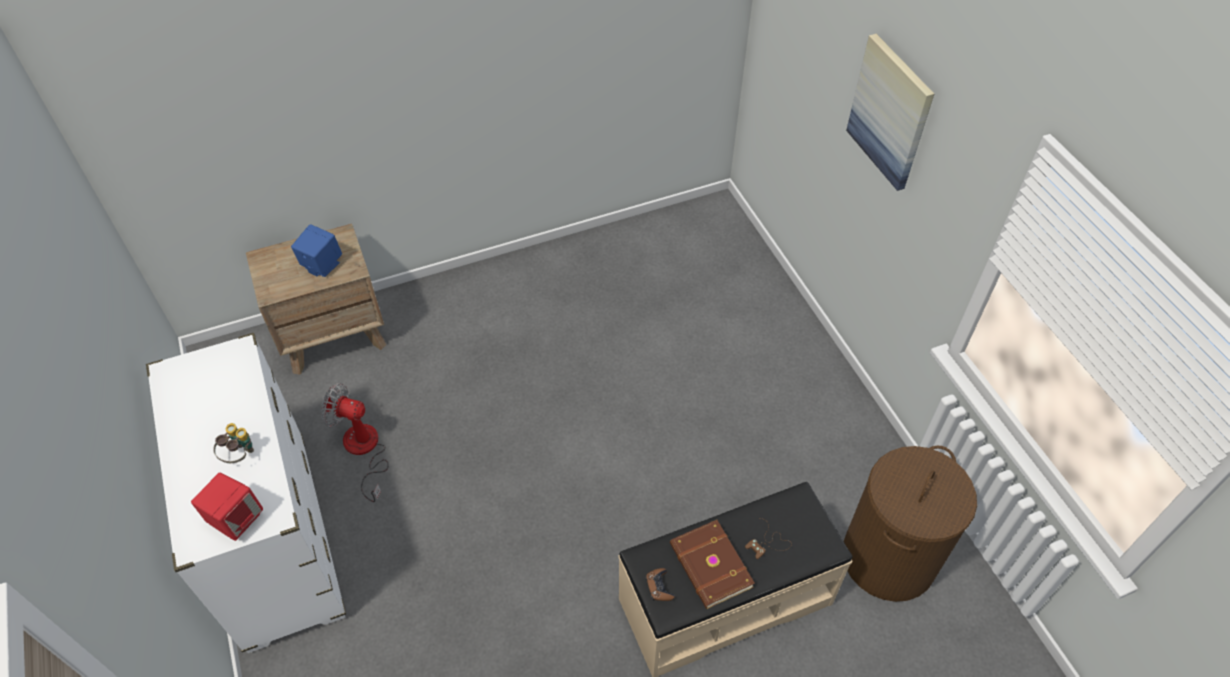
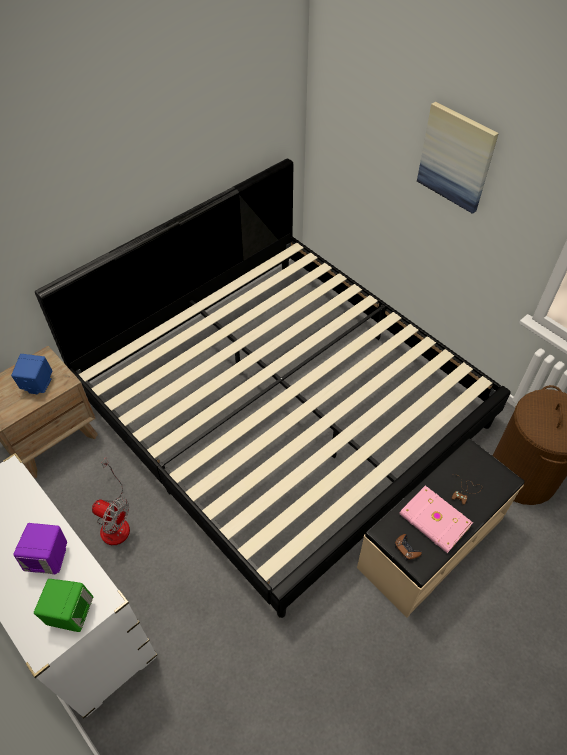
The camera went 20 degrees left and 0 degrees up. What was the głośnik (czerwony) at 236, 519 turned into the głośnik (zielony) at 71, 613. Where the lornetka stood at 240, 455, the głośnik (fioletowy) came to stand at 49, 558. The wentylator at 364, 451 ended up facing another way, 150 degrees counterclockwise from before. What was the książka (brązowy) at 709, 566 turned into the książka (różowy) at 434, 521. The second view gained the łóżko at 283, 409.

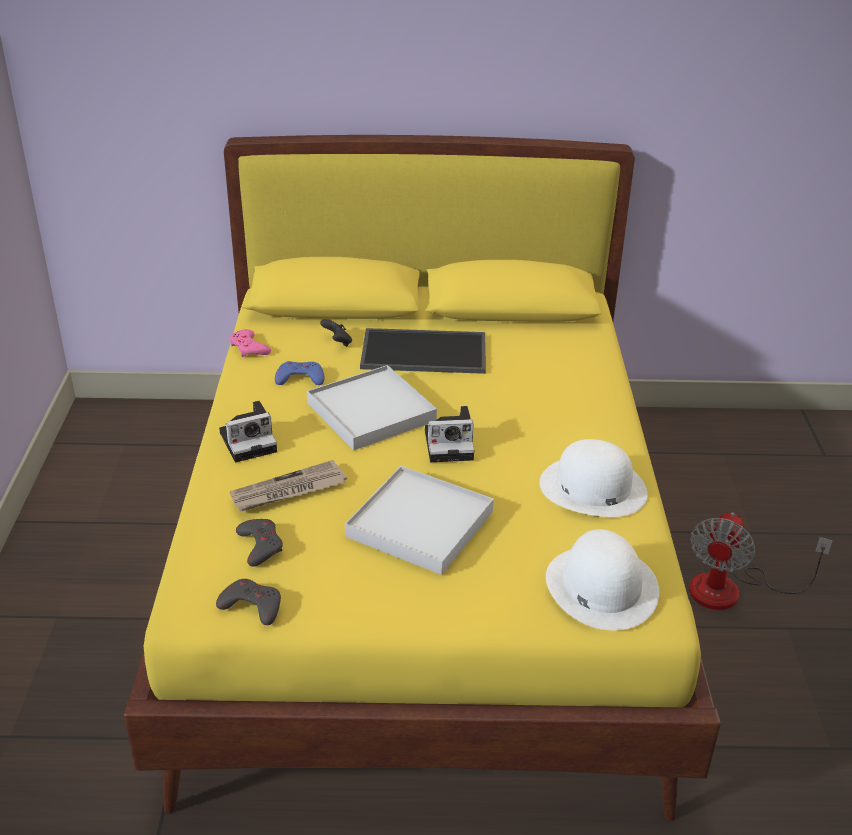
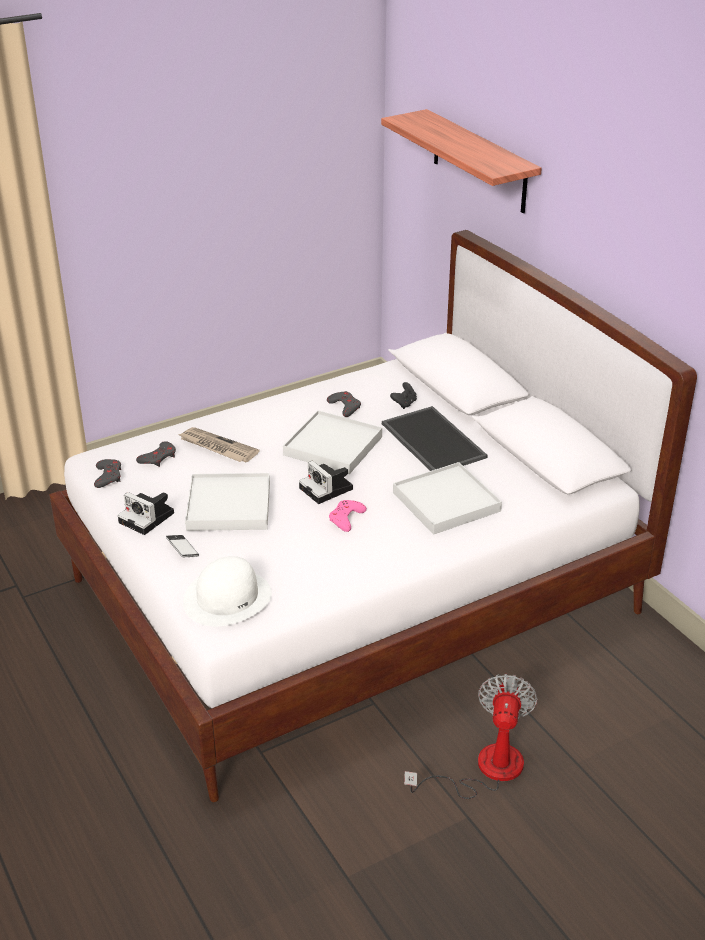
The camera went 60 degrees right and 0 degrees up. What was the łóżko (żółty) at 424, 570 turned into the łóżko (biały) at 354, 596. The aparat fotograficzny ended up elsewhere, having gone from 250, 441 to 148, 518. The pad do gier (różowy) ended up elsewhere, having gone from 249, 348 to 346, 518. What was the pad do gier (niebieski) at 300, 378 turned into the pad do gier (szary) at 345, 406. The second view lost the kapelusz (biały) at 592, 487. The wentylator at 731, 590 ended up facing another way, 105 degrees clockwise from before. The second view gained the telefon at 182, 549. The second view gained the półka at 479, 161. The second view gained the taca (biały) at 446, 502.

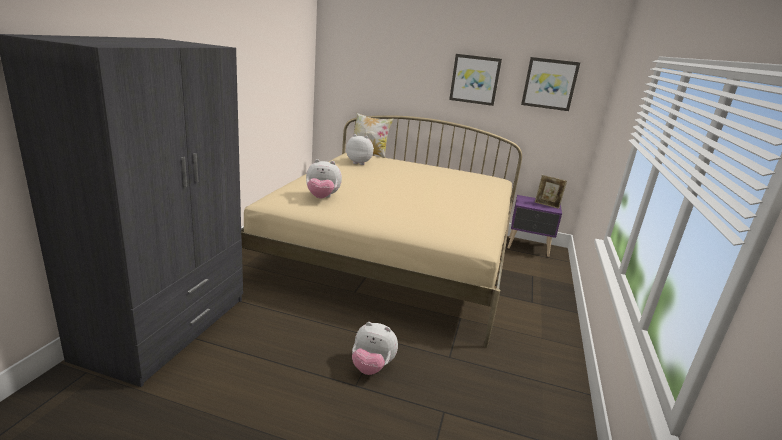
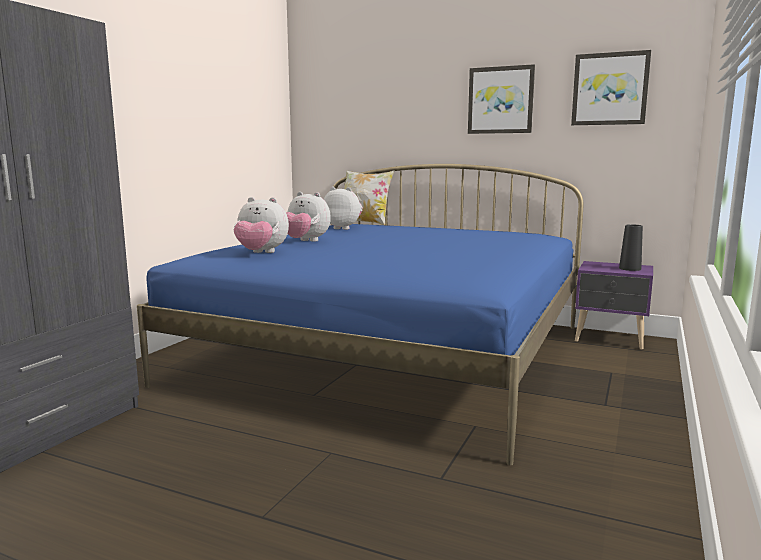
The camera went 10 degrees right and 10 degrees down. What was the łóżko (beżowy) at 394, 256 turned into the łóżko (niebieski) at 391, 353. The pluszak ended up elsewhere, having gone from 372, 367 to 305, 241. Where the ramka na zdjęcie stood at 547, 205, the wazon (czarny) came to stand at 630, 268.

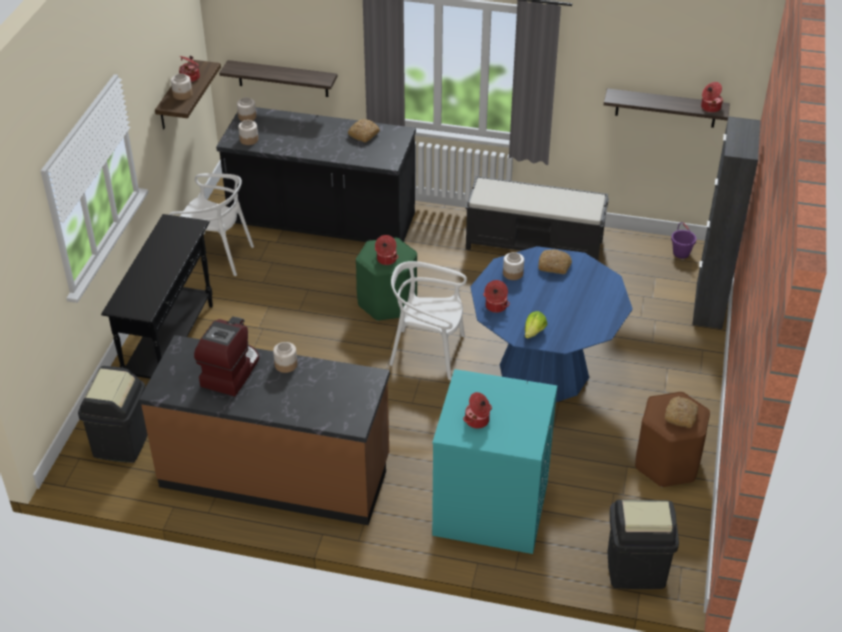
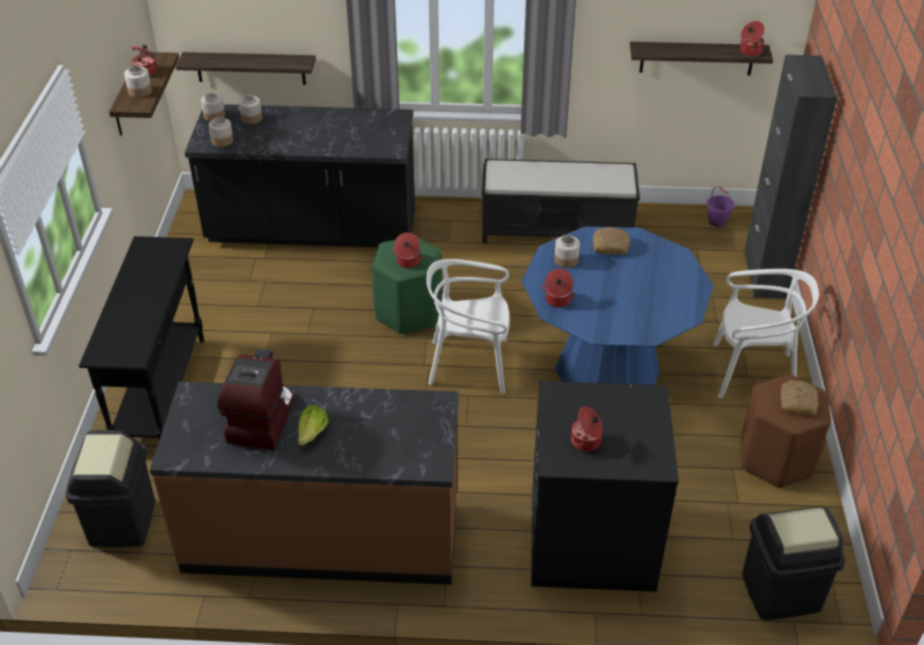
The camera went 10 degrees left and 0 degrees up. The krzesło (biały) ended up elsewhere, having gone from 216, 256 to 752, 373. The słoik ended up elsewhere, having gone from 286, 365 to 252, 118. The second view lost the chleb at 364, 134. What was the pralka (turkusowy) at 490, 507 turned into the pralka (czarny) at 590, 541. The sałata ended up elsewhere, having gone from 534, 332 to 312, 433.

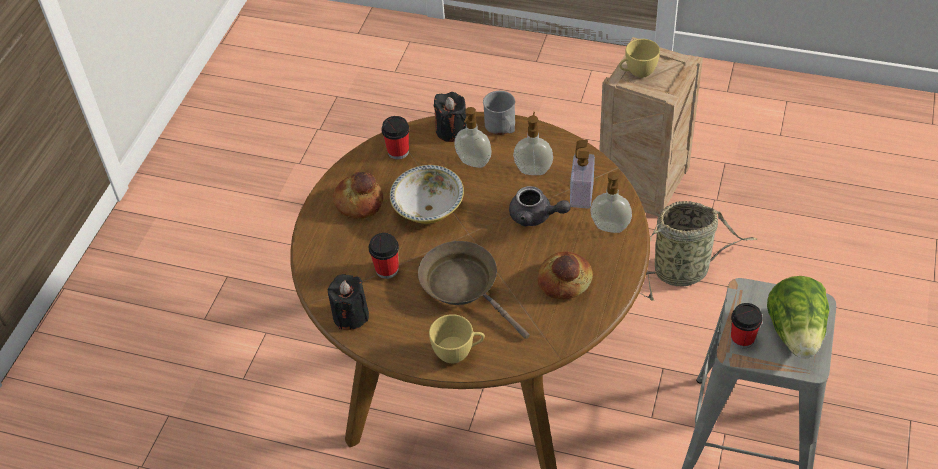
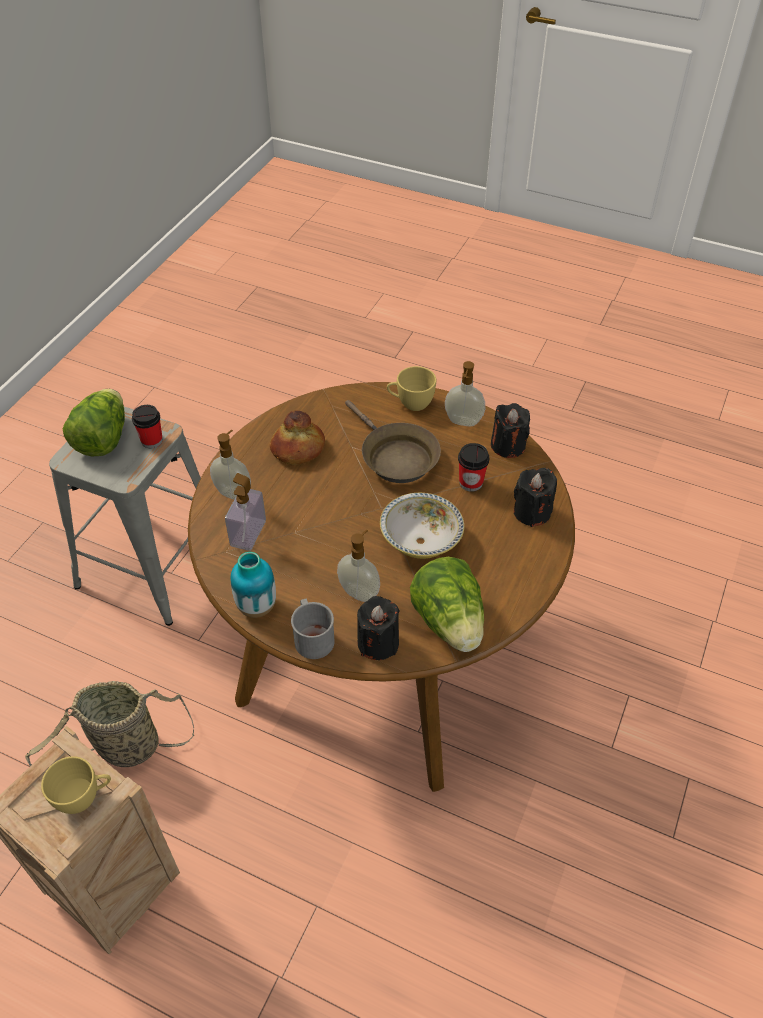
The camera went 175 degrees left and 0 degrees up. The second view lost the chleb at 358, 203. Where the filiżanka stood at 398, 152, the sałata came to stand at 449, 622. The second view lost the imbryk (szary) at 536, 216. The dozownik mydła ended up elsewhere, having gone from 533, 170 to 463, 422. The second view gained the wazon at 257, 607. The second view gained the świeca (czarny) at 532, 512.

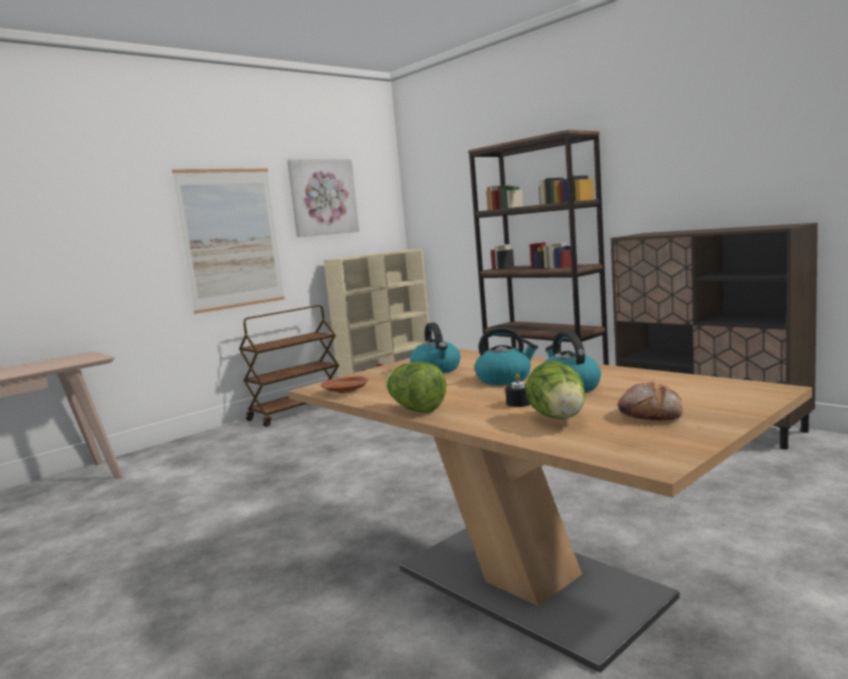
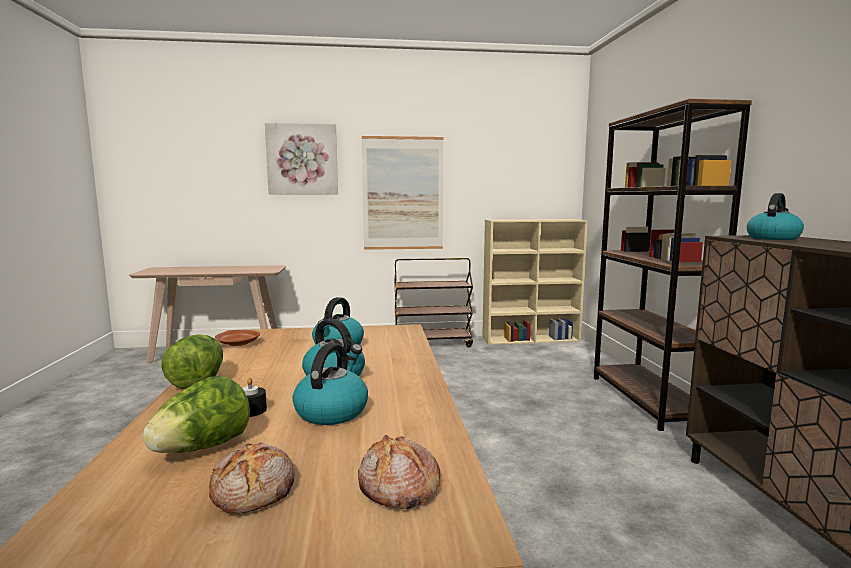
The camera went 35 degrees right and 0 degrees up. The obraz ended up elsewhere, having gone from 323, 197 to 302, 159. The second view gained the chleb at 397, 487. The second view gained the czajnik at 773, 238.

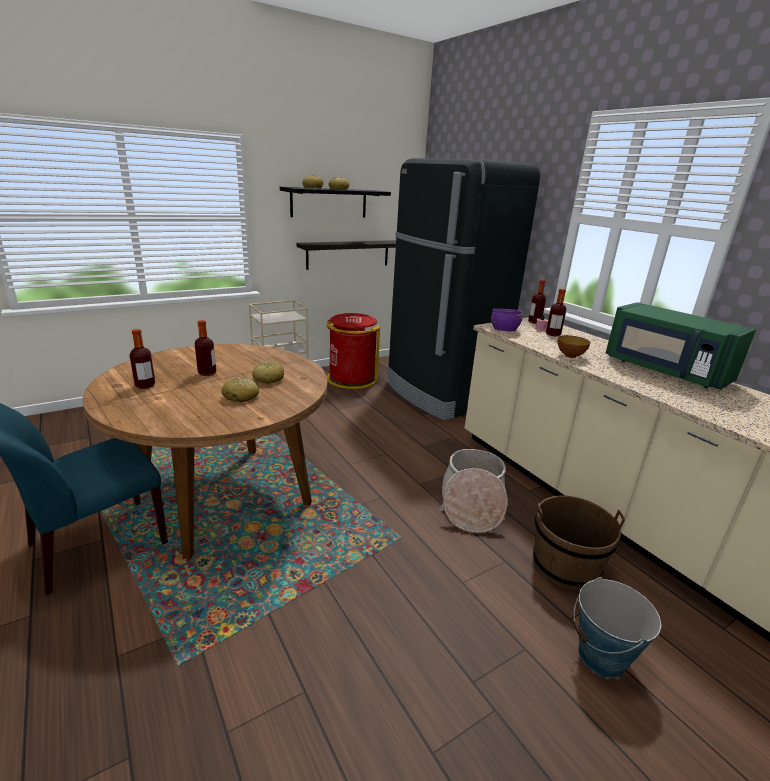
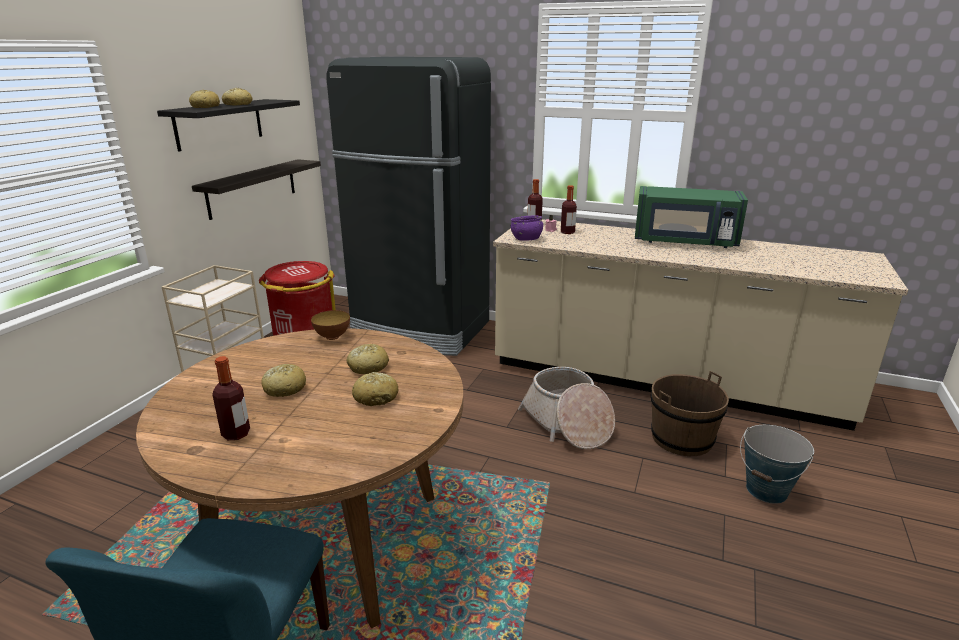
The camera went 35 degrees left and 0 degrees up. Where the butelka stood at 207, 373, the chleb came to stand at 284, 388. The miska ended up elsewhere, having gone from 570, 356 to 332, 337.

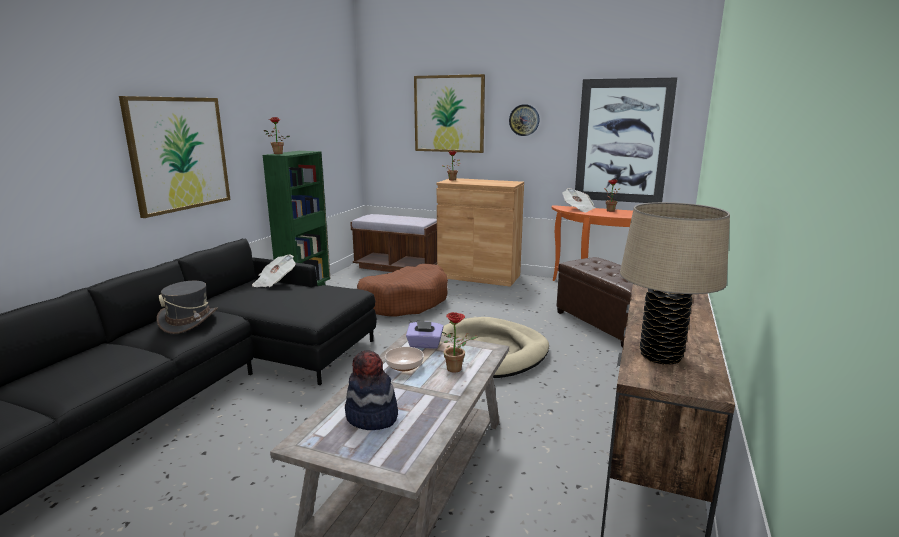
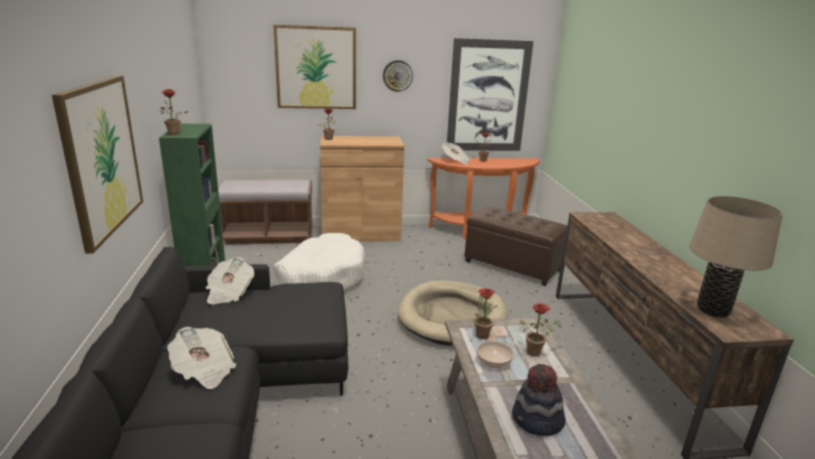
The camera went 30 degrees left and 5 degrees up. Where the kapelusz (szary) stood at 189, 321, the gazeta came to stand at 204, 370. What was the legowisko (brązowy) at 404, 302 turned into the legowisko (biały) at 321, 278. Where the pudełko chusteczek (fioletowy) stood at 424, 345, the roślina doniczkowa came to stand at 480, 334.

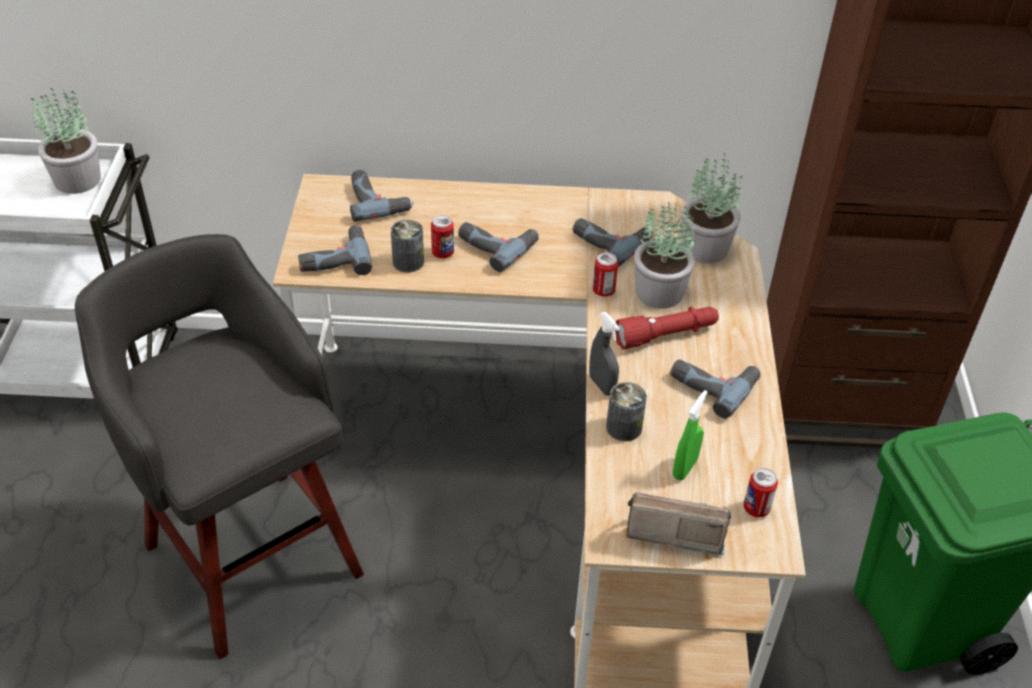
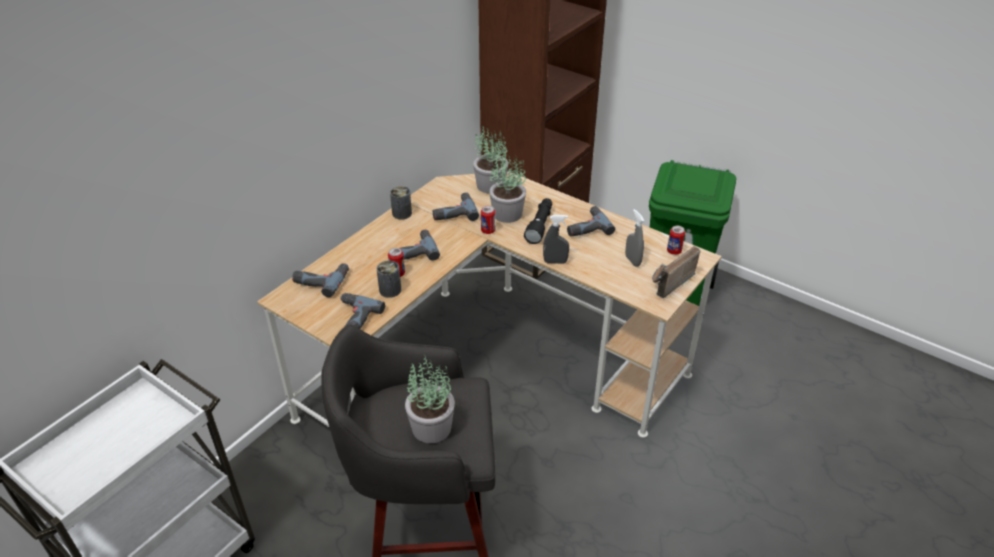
The camera went 55 degrees left and 5 degrees down. The roślina doniczkowa ended up elsewhere, having gone from 77, 179 to 430, 427. The puszka ended up elsewhere, having gone from 624, 427 to 402, 213. What was the latarka (czerwony) at 666, 335 turned into the latarka (czarny) at 540, 226. What was the spryskiwacz (zielony) at 685, 468 turned into the spryskiwacz (szary) at 632, 261.

